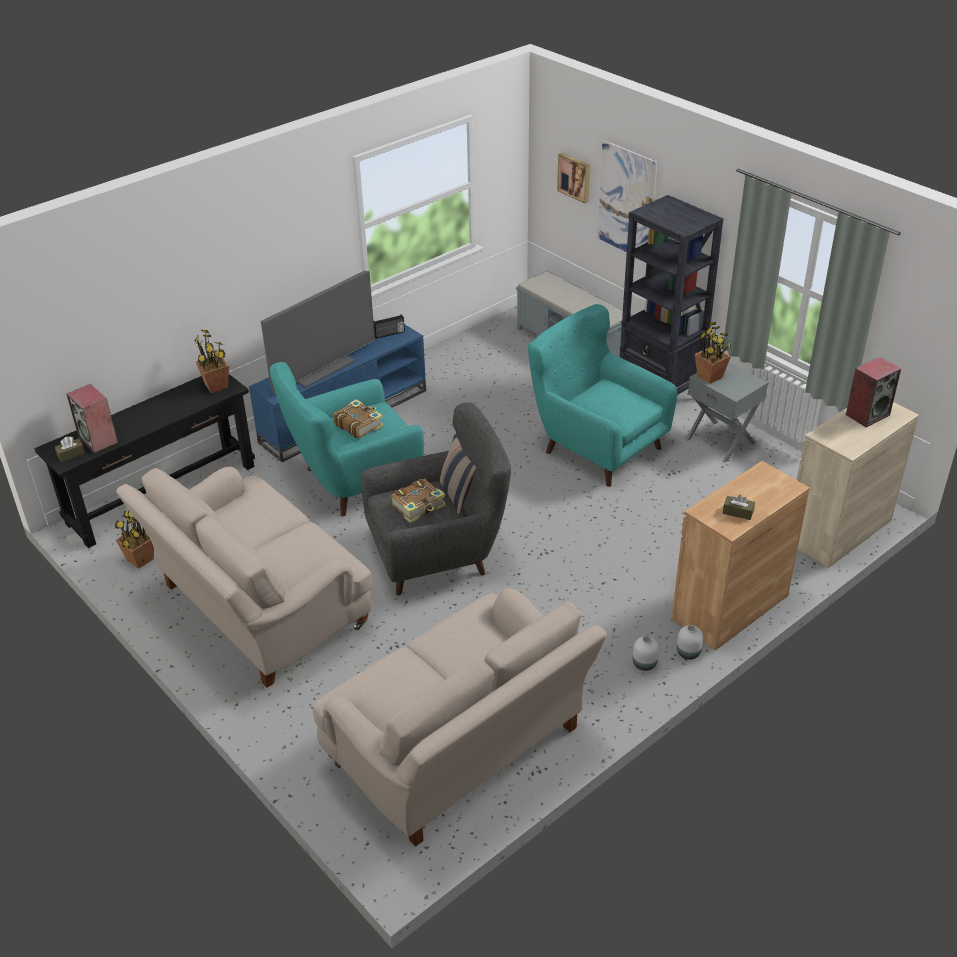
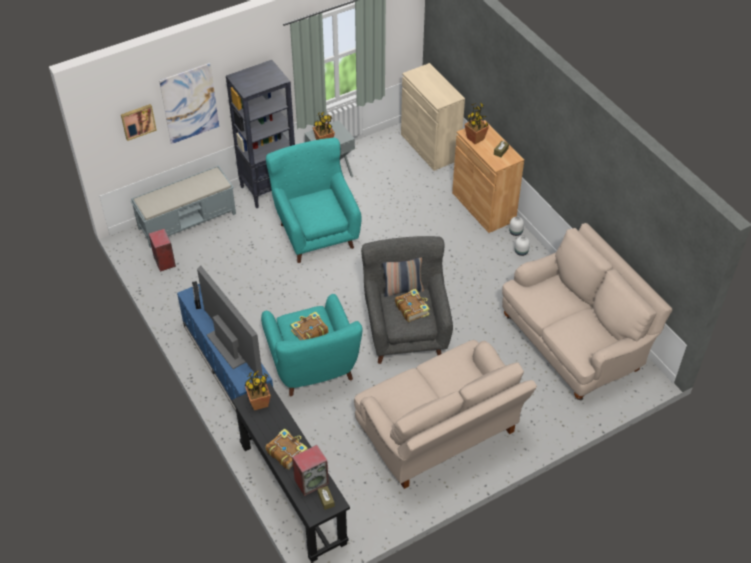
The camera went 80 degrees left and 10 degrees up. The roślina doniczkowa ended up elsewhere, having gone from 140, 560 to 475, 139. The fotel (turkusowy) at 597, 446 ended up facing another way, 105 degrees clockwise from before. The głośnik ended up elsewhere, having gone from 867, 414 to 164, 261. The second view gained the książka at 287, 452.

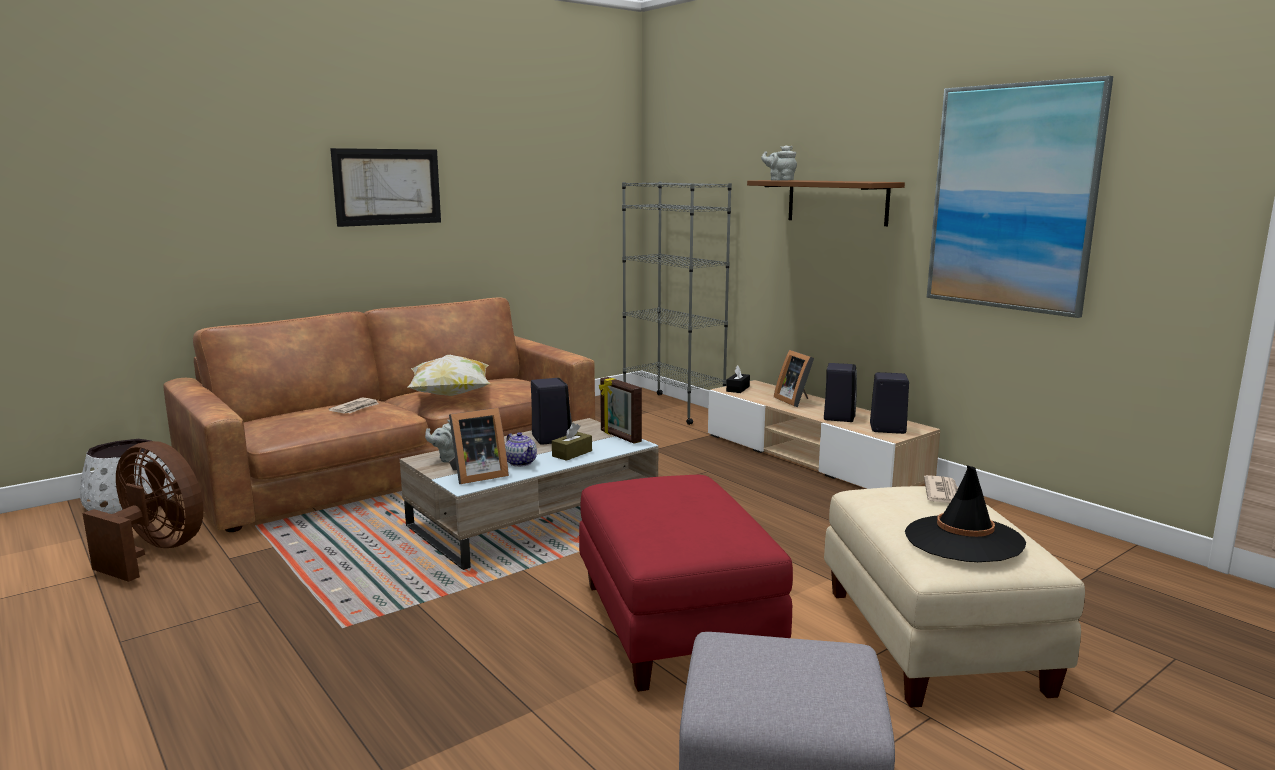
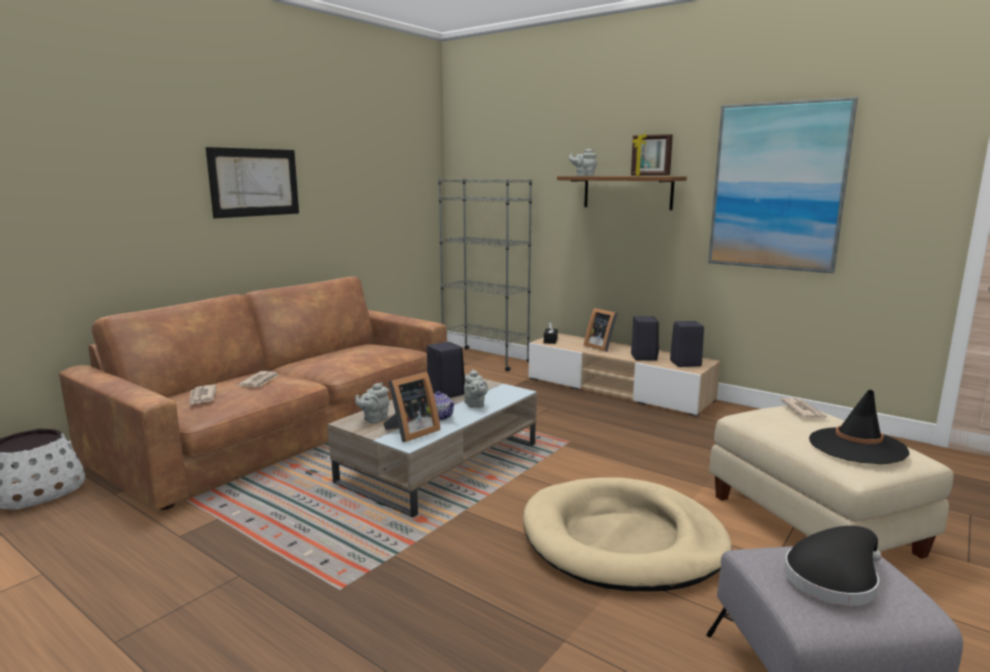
The camera went 15 degrees left and 0 degrees up. The second view lost the wentylator (brązowy) at 155, 552. The second view lost the poduszka at 450, 395. Where the pudełko chusteczek (brązowy) stood at 572, 453, the imbryk (szary) came to stand at 475, 405. Where the pufa (czerwony) stood at 677, 624, the legowisko (beżowy) came to stand at 623, 540. The ramka na zdjęcie ended up elsewhere, having gone from 620, 437 to 649, 176. The second view gained the gazeta at 202, 397. The second view gained the kapelusz (czarny) at 833, 579.

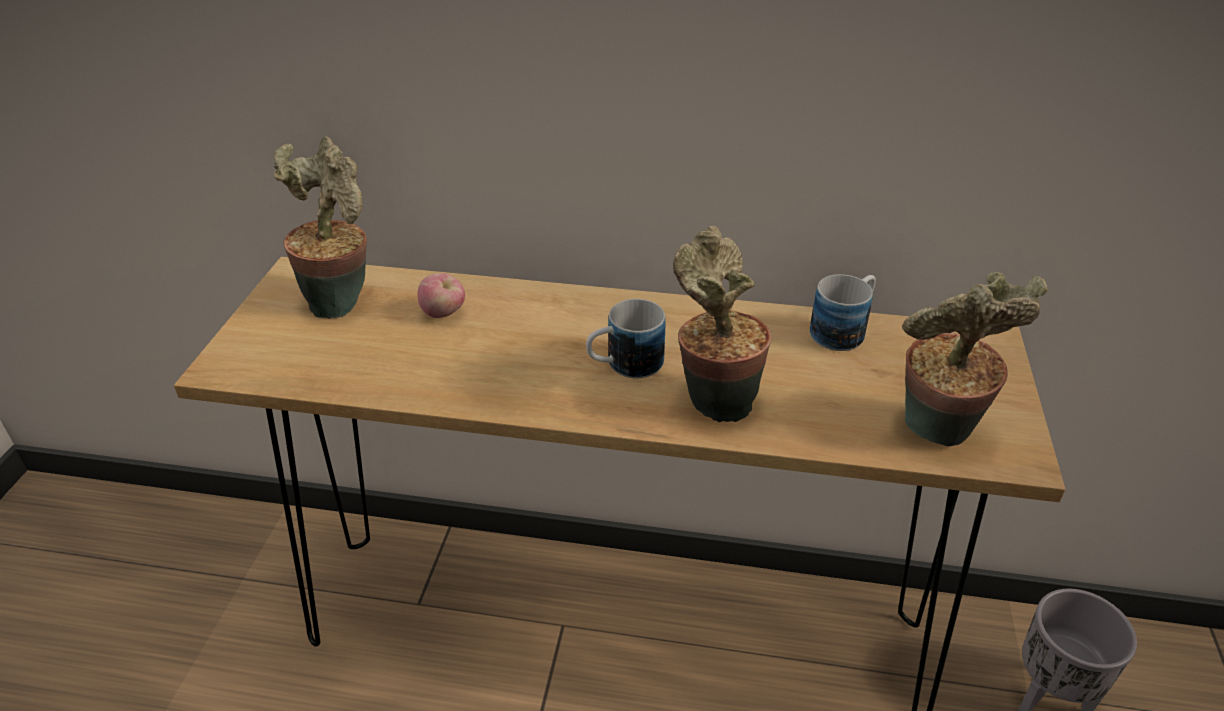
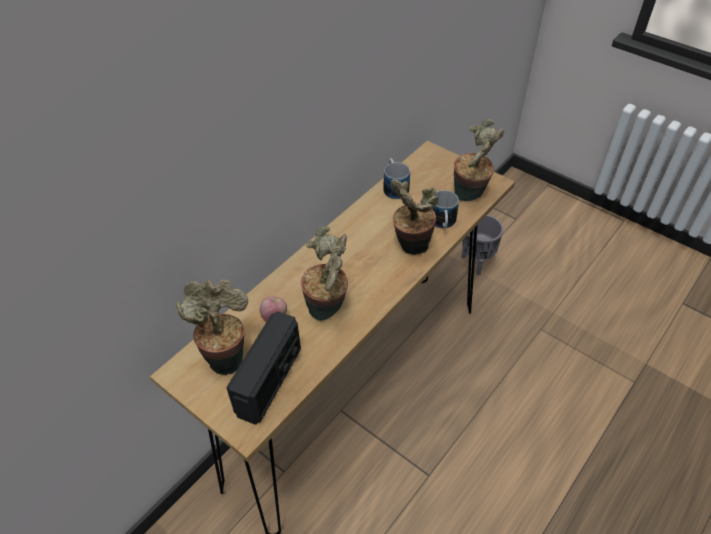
The camera went 60 degrees left and 10 degrees up. The kubek ended up elsewhere, having gone from 624, 365 to 443, 224. The second view gained the radio at 270, 381. The second view gained the roślina doniczkowa at 328, 309.

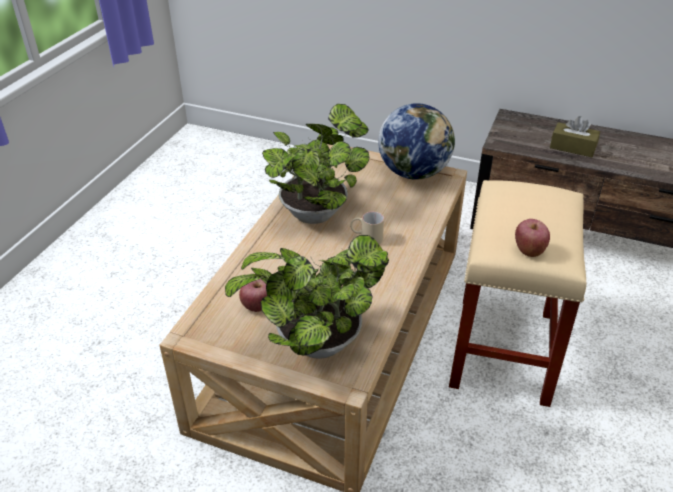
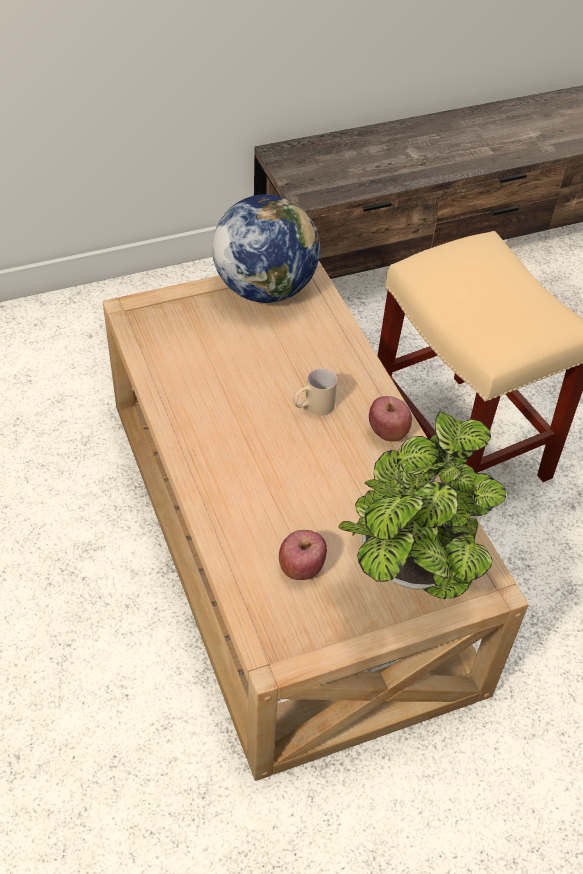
The camera went 45 degrees left and 10 degrees up. The second view lost the roślina doniczkowa at 317, 211. The jabłko ended up elsewhere, having gone from 529, 250 to 387, 432. The second view lost the pudełko chusteczek (brązowy) at 572, 147.

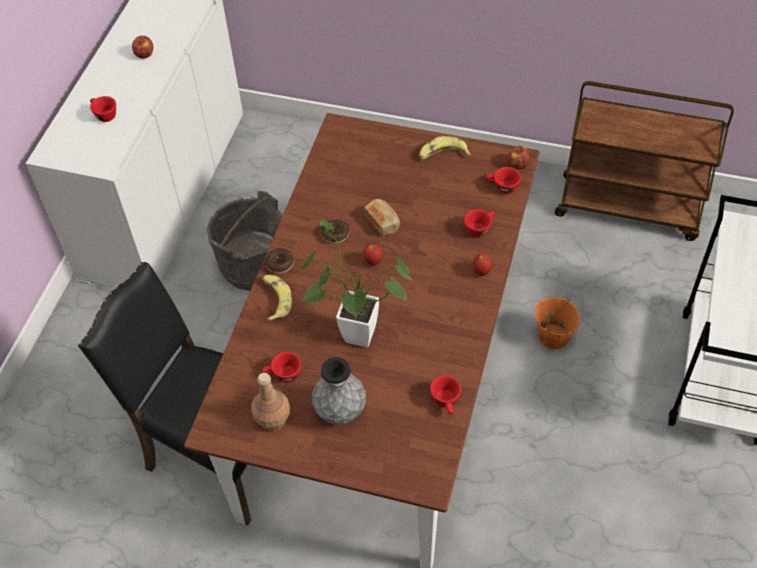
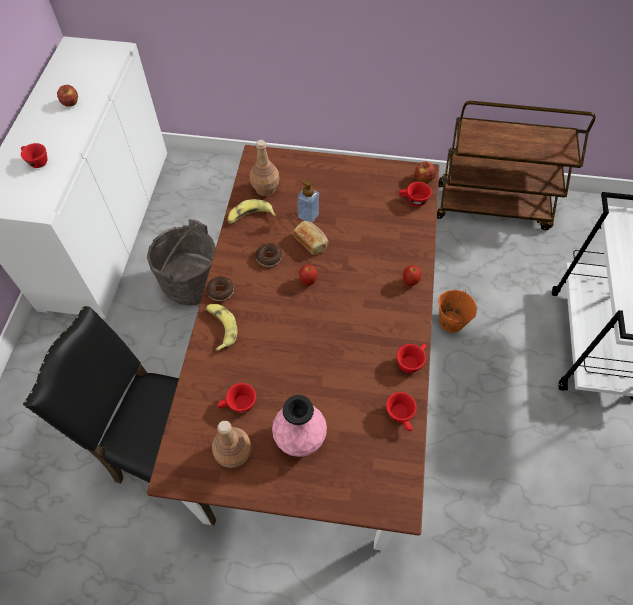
The camera went 10 degrees left and 5 degrees up. The second view lost the roślina doniczkowa at 352, 333. What was the wazon (szary) at 340, 411 turned into the wazon (różowy) at 300, 438. The banan ended up elsewhere, having gone from 442, 154 to 250, 216. The filiżanka (czerwony) ended up elsewhere, having gone from 480, 228 to 411, 361. The second view gained the butelka (brązowy) at 265, 188. The second view gained the dozownik mydła at 308, 215.

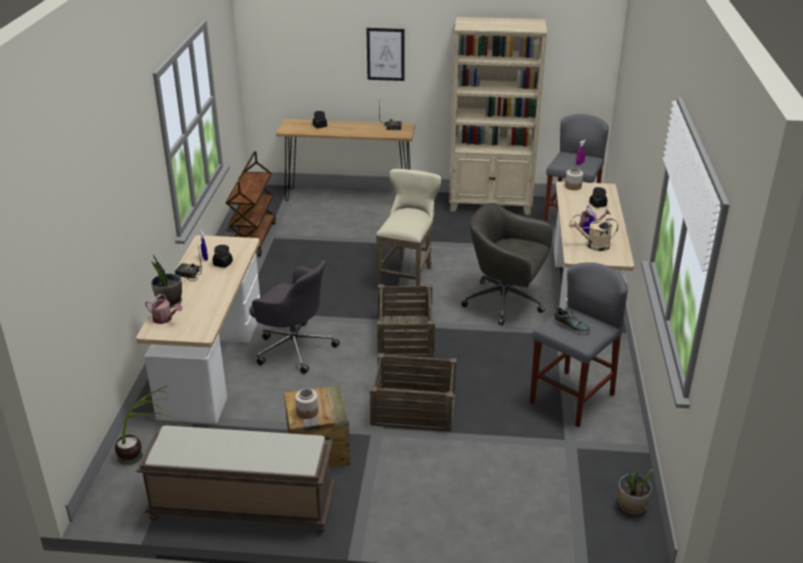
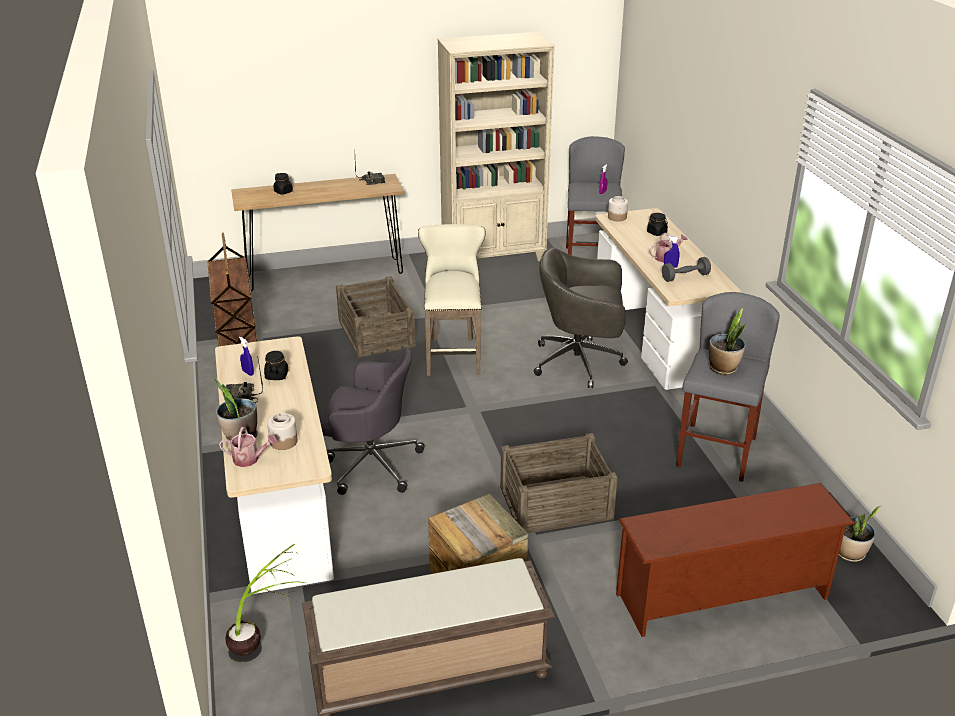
The camera went 20 degrees left and 0 degrees up. The słoik ended up elsewhere, having gone from 307, 411 to 283, 441. The second view lost the obraz at 385, 54. The skrzynka ended up elsewhere, having gone from 405, 335 to 375, 333. Where the but stood at 571, 326, the roślina doniczkowa came to stand at 723, 368. Where the konewka (beżowy) stood at 593, 246, the hantel (szary) came to stand at 685, 277. The second view gained the regał na buty (brązowy) at 723, 597.

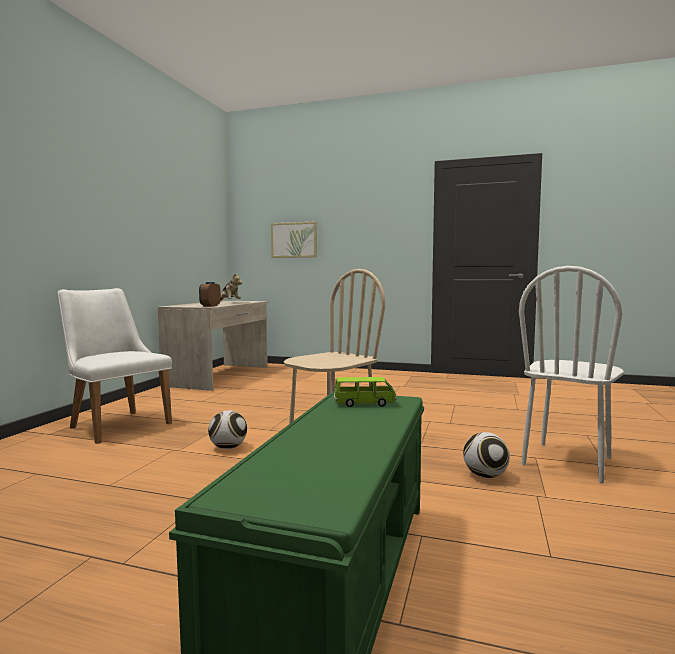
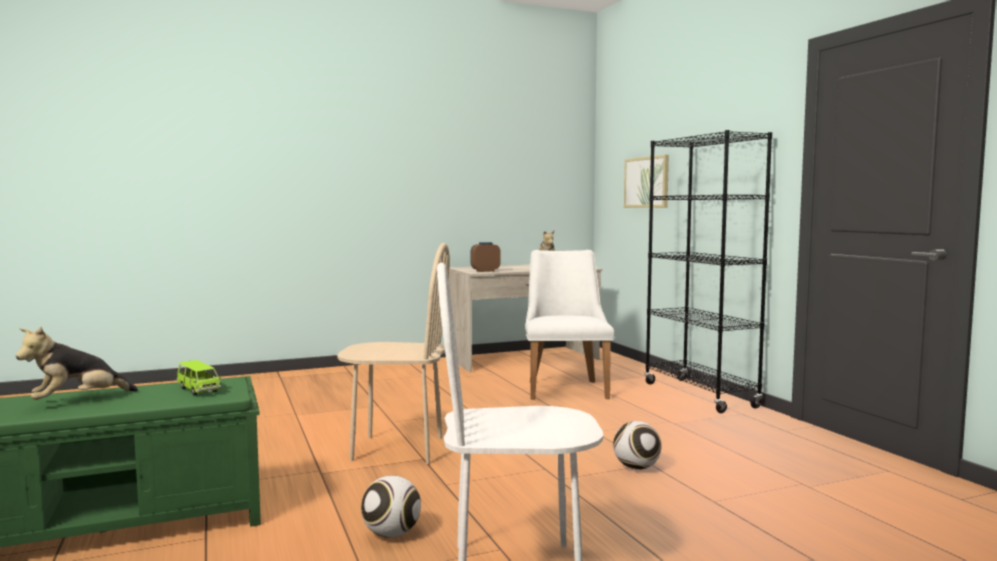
The camera went 50 degrees right and 0 degrees up. The krzesło (biały) ended up elsewhere, having gone from 115, 424 to 565, 387. The piłka futbolowa ended up elsewhere, having gone from 228, 447 to 637, 467. The second view gained the pluszak at 77, 401. The second view gained the regał (czarny) at 700, 395.

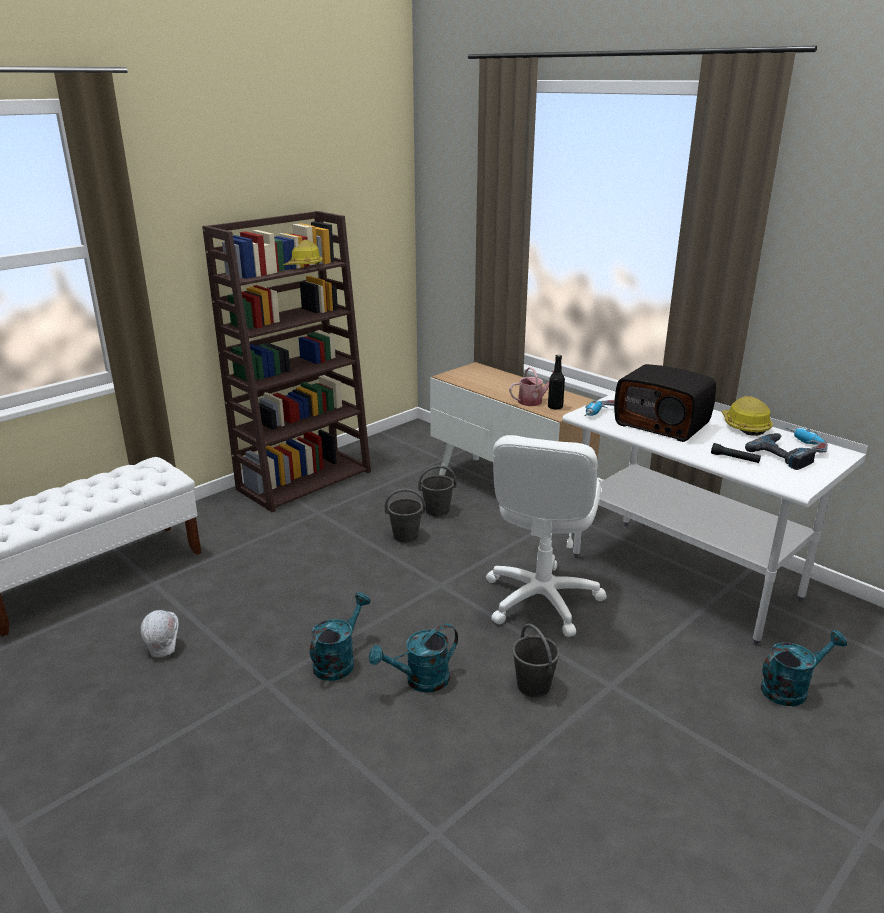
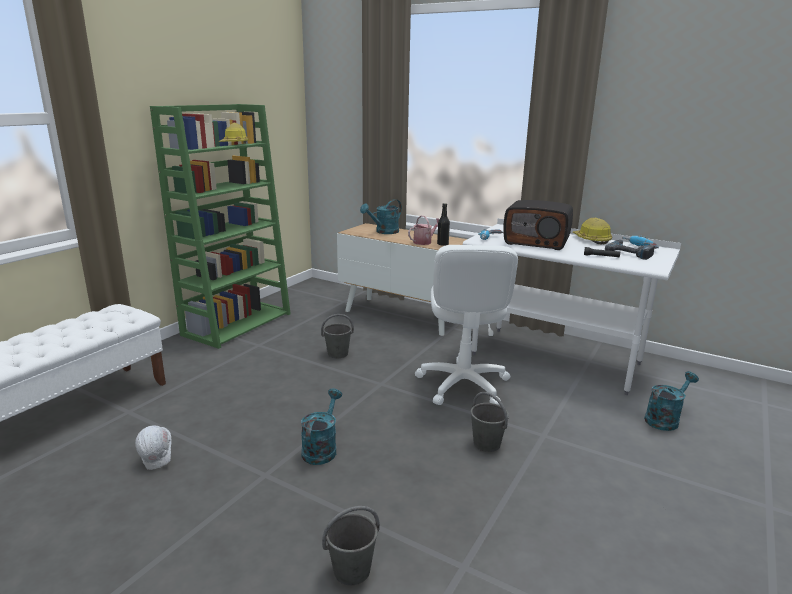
The camera went 15 degrees left and 5 degrees down. What was the regał (brązowy) at 305, 479 turned into the regał (zielony) at 238, 323. The konewka (turkusowy) ended up elsewhere, having gone from 420, 681 to 384, 232. The wiadro (szary) ended up elsewhere, having gone from 437, 510 to 352, 570.

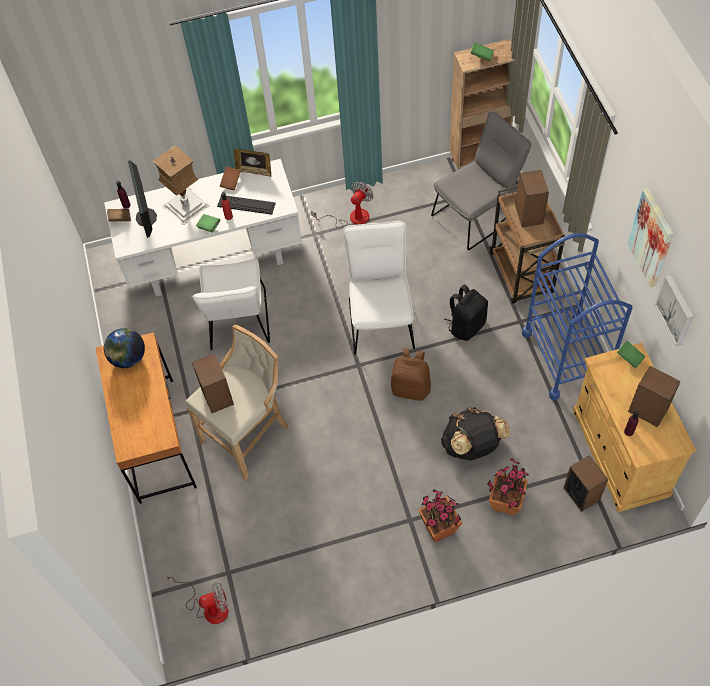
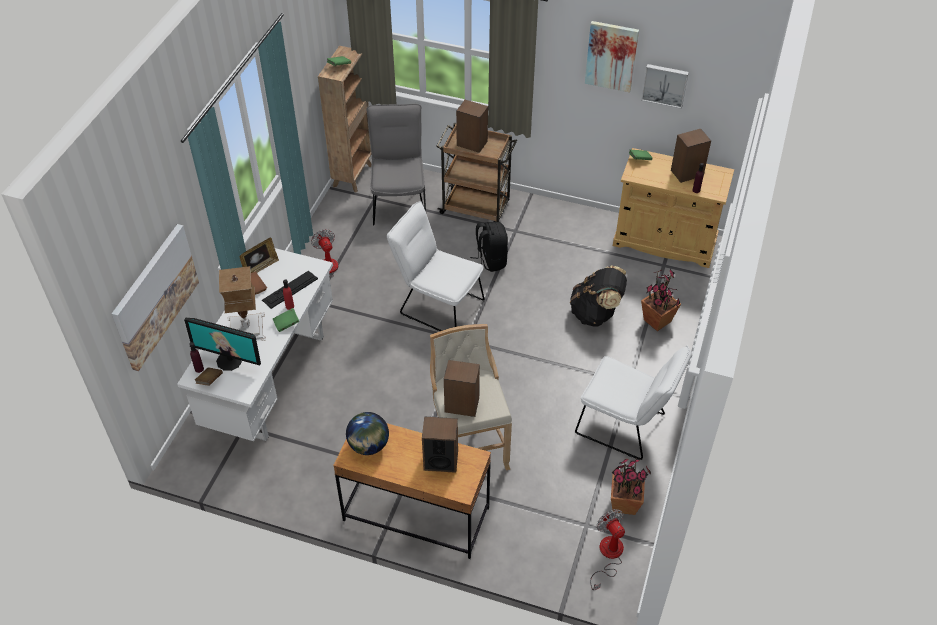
The camera went 60 degrees left and 10 degrees down. The wentylator at 208, 607 ended up facing another way, 45 degrees counterclockwise from before. The krzesło (biały) ended up elsewhere, having gone from 238, 324 to 626, 426. The second view lost the plecak (brązowy) at 411, 388. The roślina doniczkowa ended up elsewhere, having gone from 439, 529 to 624, 504. The second view lost the wózek (niebieski) at 566, 357. The głośnik ended up elsewhere, having gone from 581, 494 to 440, 460. The second view gained the obraz at 155, 296.

